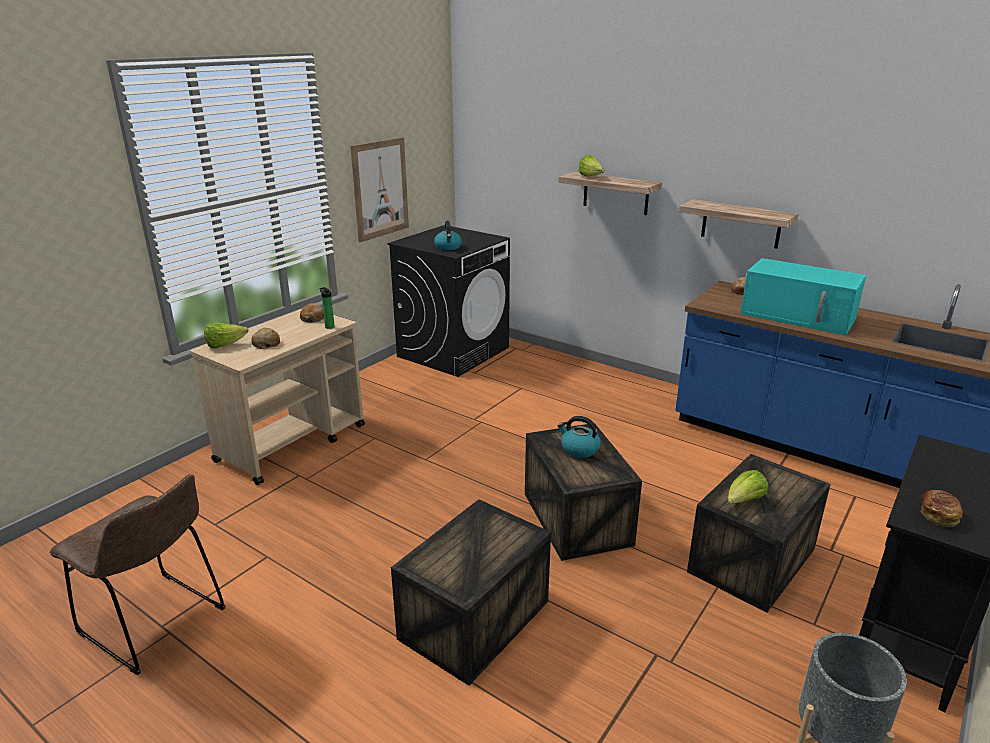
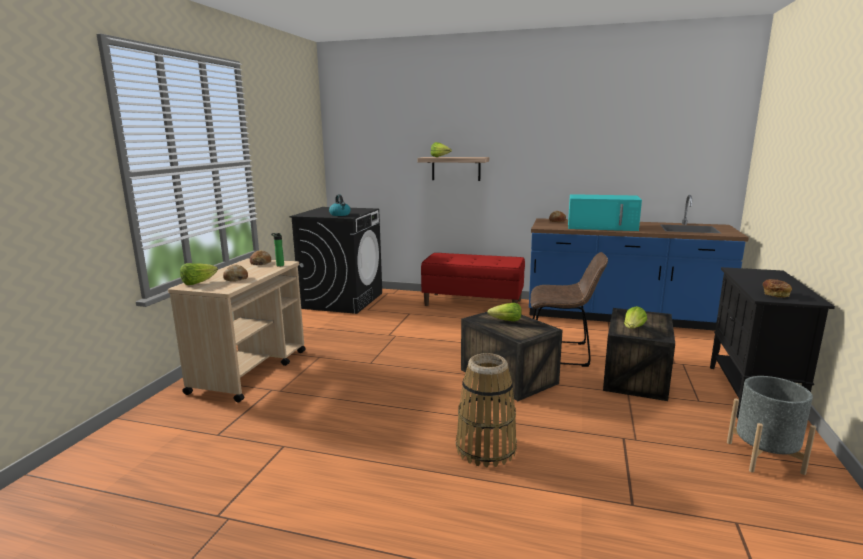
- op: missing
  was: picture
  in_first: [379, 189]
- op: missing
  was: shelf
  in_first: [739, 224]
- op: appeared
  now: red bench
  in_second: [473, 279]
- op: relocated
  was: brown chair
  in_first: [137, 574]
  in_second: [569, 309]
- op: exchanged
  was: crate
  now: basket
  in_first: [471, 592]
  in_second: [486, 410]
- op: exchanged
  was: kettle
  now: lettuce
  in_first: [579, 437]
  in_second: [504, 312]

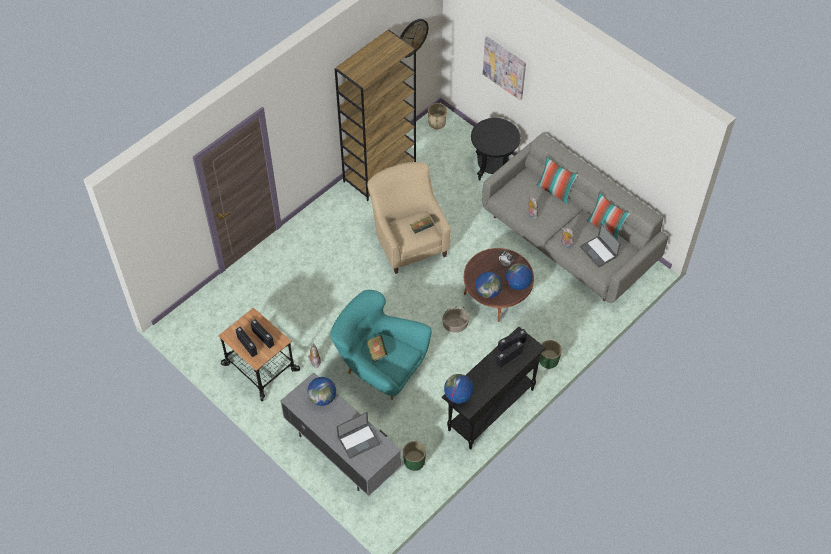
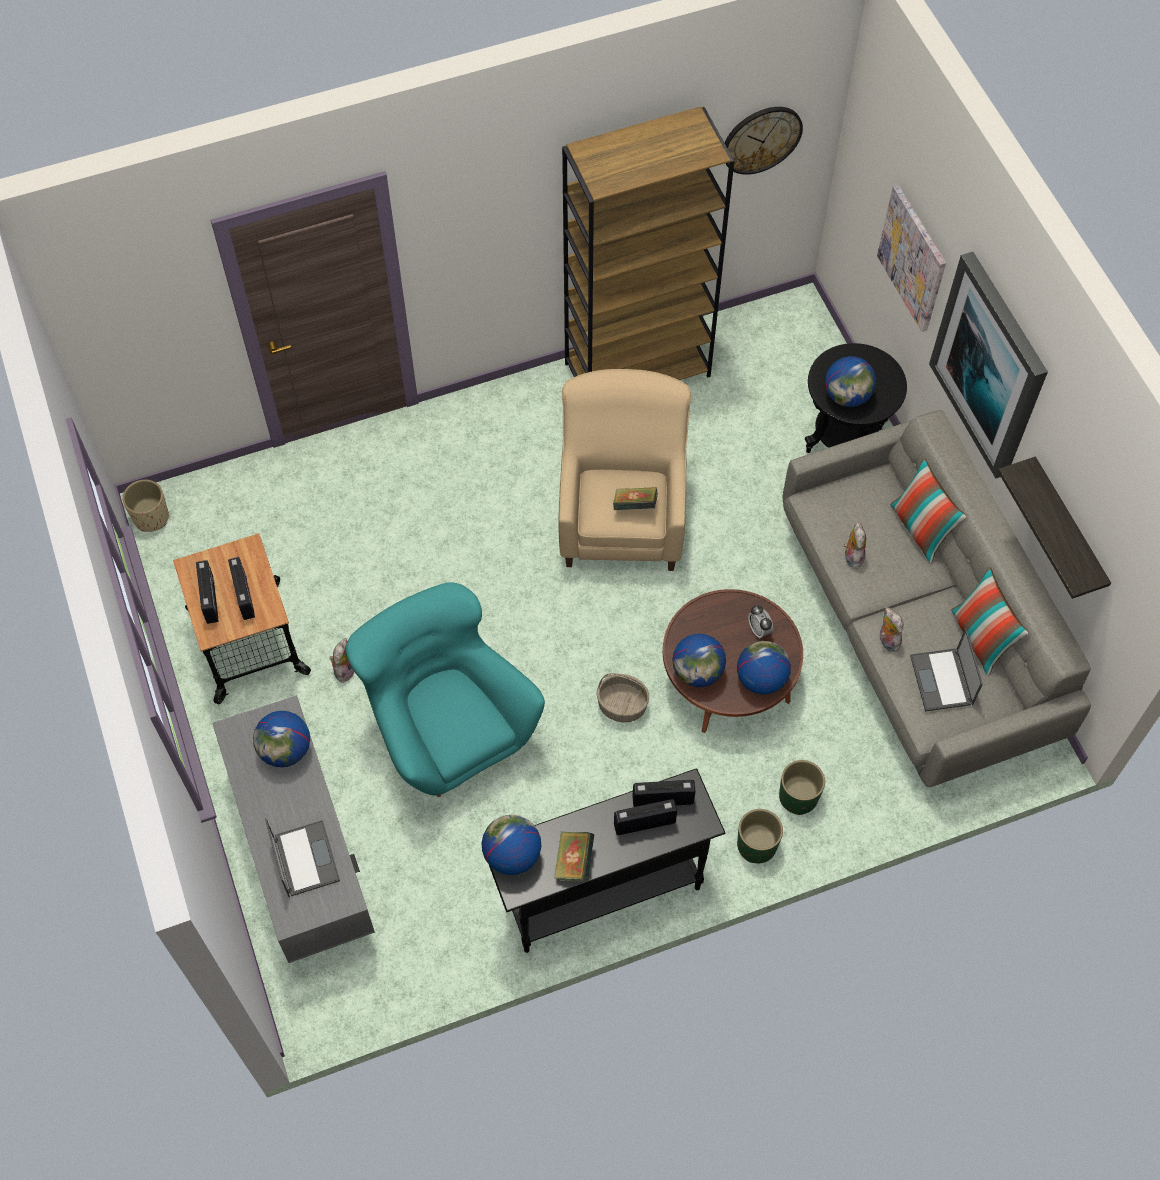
- op: appeared
  now: globe
  in_second: [850, 381]
- op: appeared
  now: picture
  in_second: [988, 365]
- op: appeared
  now: shelf
  in_second: [1054, 528]
- op: relocated
  was: book
  in_first: [377, 348]
  in_second: [574, 857]
- op: relocated
  was: green planter
  in_first: [414, 456]
  in_second: [802, 787]
- op: relocated
  was: beige planter
  in_first: [437, 116]
  in_second: [146, 506]
- op: spun
  was: laptop
  in_first: [358, 435]
  in_second: [302, 857]
  clockwise: -105

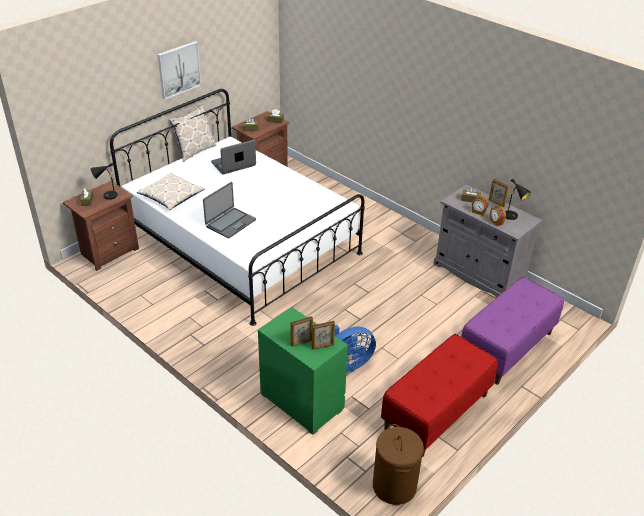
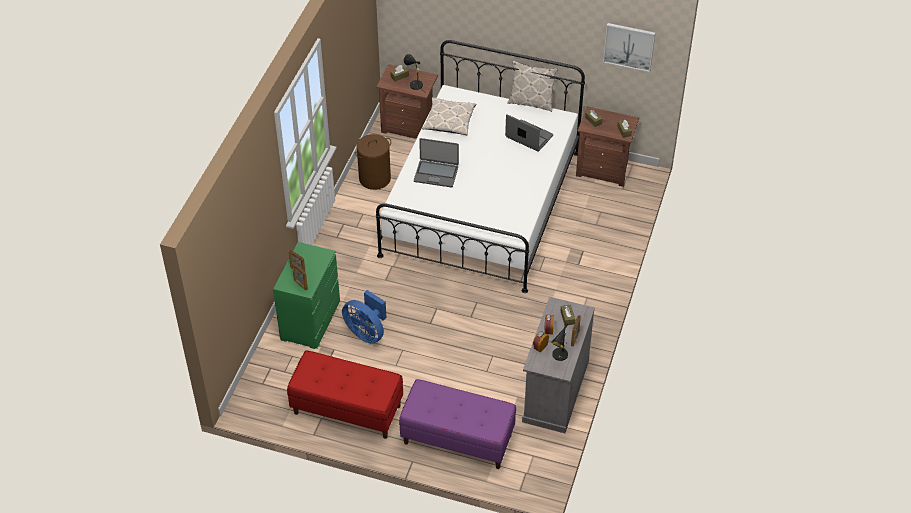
- op: relocated
  was: picture
  in_first: [179, 70]
  in_second: [629, 47]
- op: relocated
  was: brown laundry basket
  in_first: [398, 464]
  in_second: [372, 162]

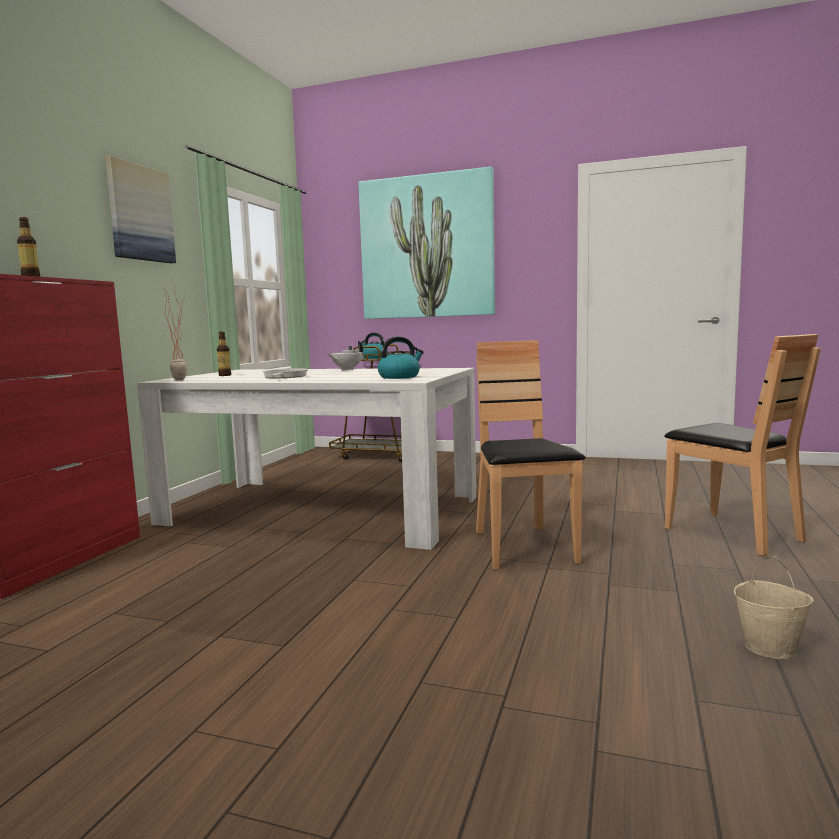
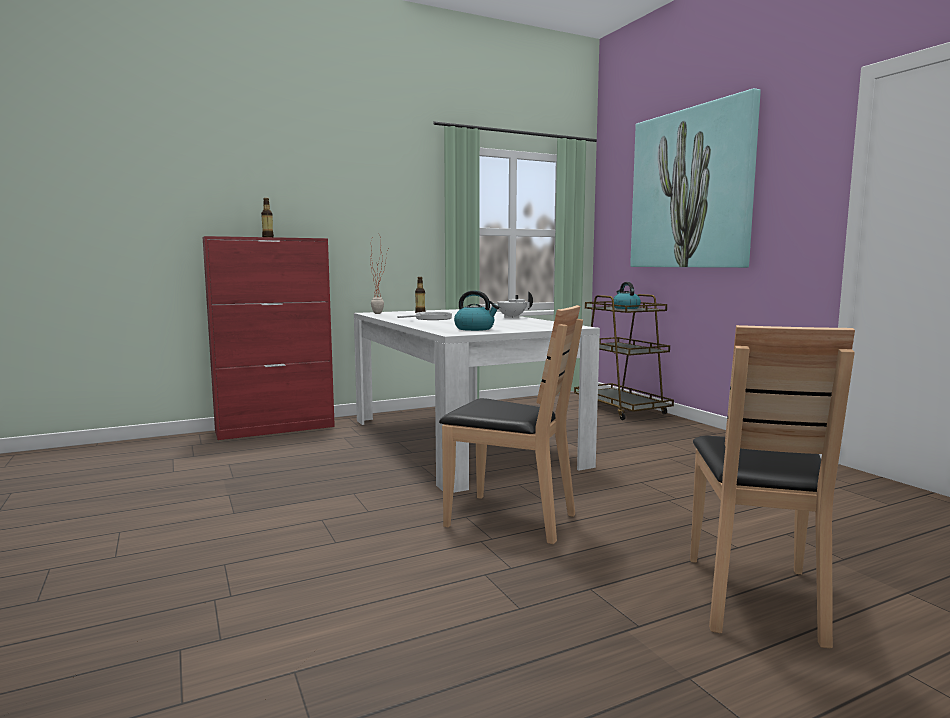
- op: missing
  was: picture
  in_first: [140, 209]
- op: missing
  was: beige bucket
  in_first: [774, 607]
- op: spun
  was: brown chair
  in_first: [530, 455]
  in_second: [511, 424]
  clockwise: 75

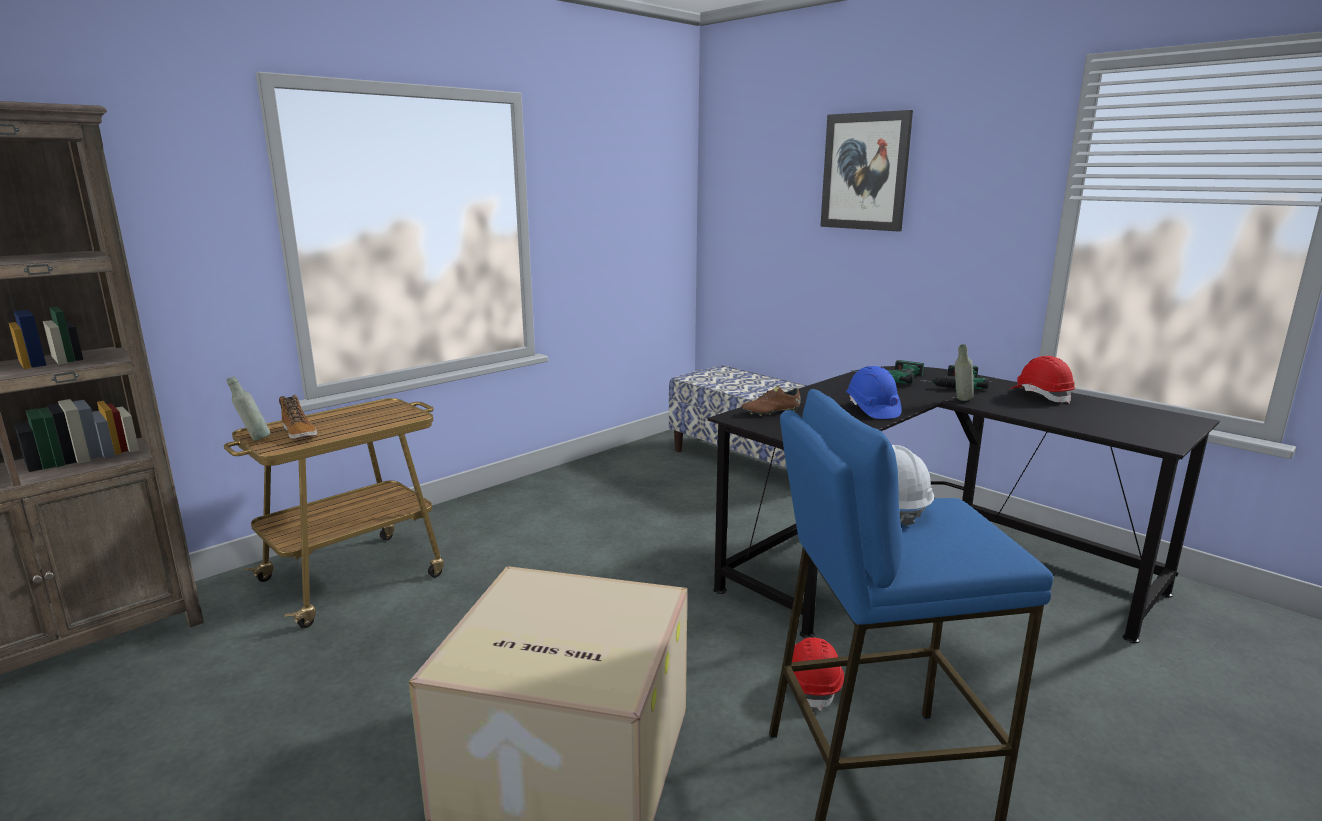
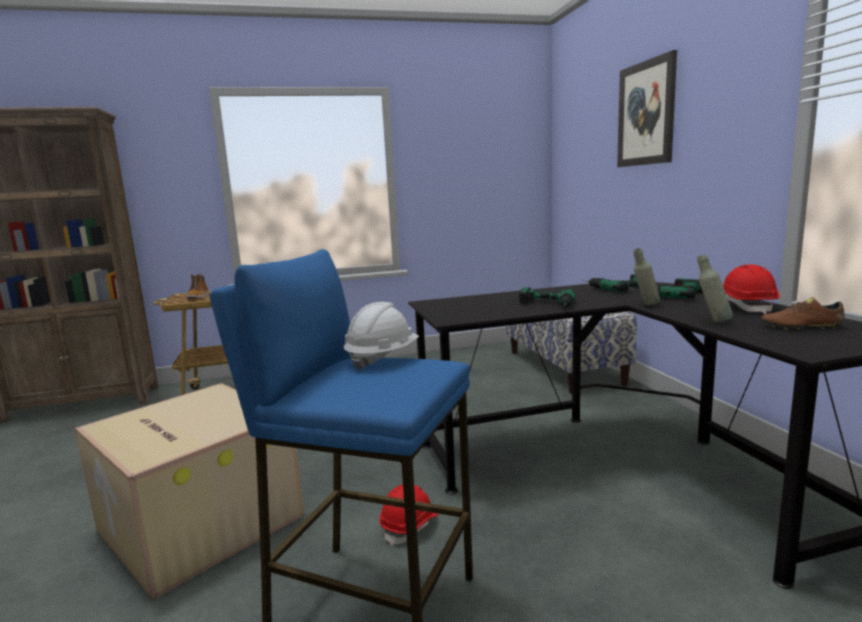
- op: relocated
  was: grey bottle
  in_first: [248, 408]
  in_second: [715, 288]
- op: relocated
  was: brown shoe
  in_first: [771, 401]
  in_second: [803, 314]
- op: exchanged
  was: blue hard hat
  now: power drill
  in_first: [873, 392]
  in_second: [547, 297]

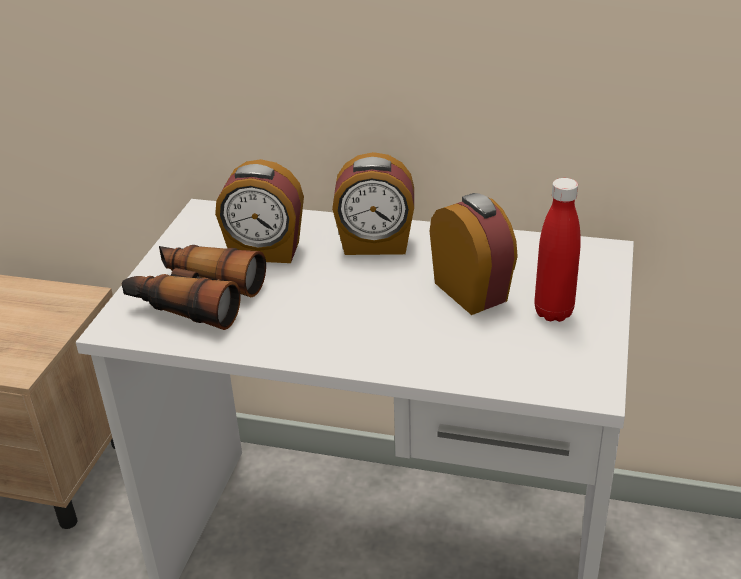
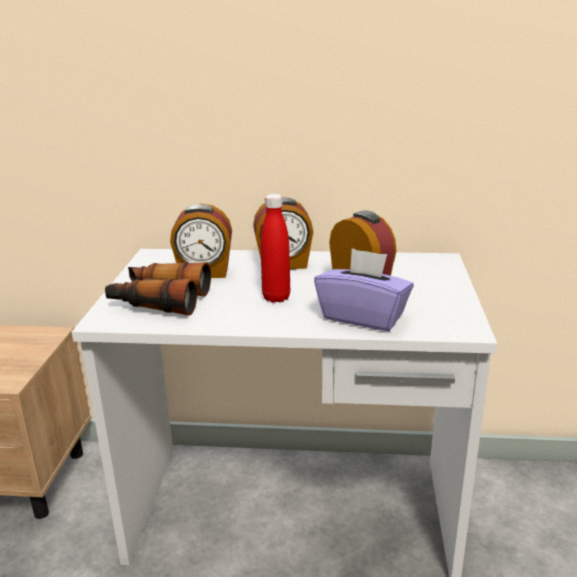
- op: appeared
  now: purple tissue box
  in_second: [364, 289]
- op: relocated
  was: red bottle
  in_first: [557, 250]
  in_second: [275, 248]

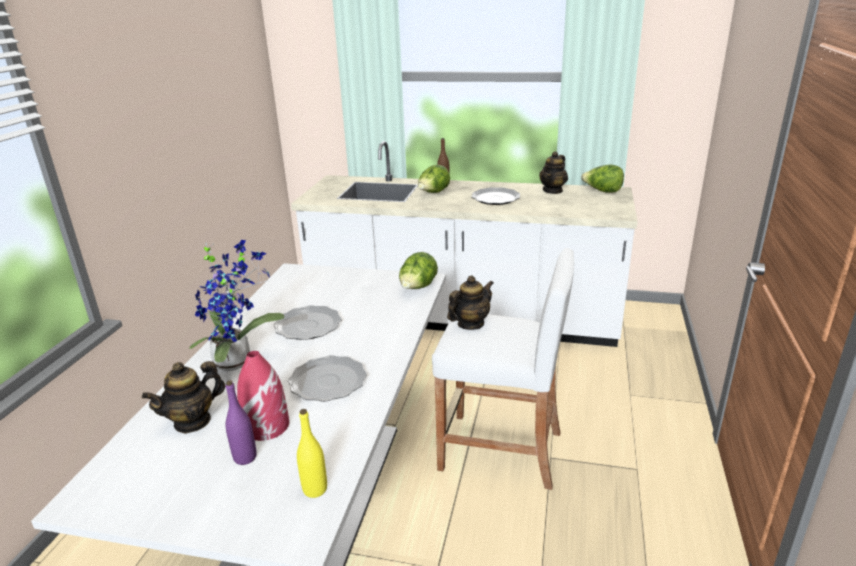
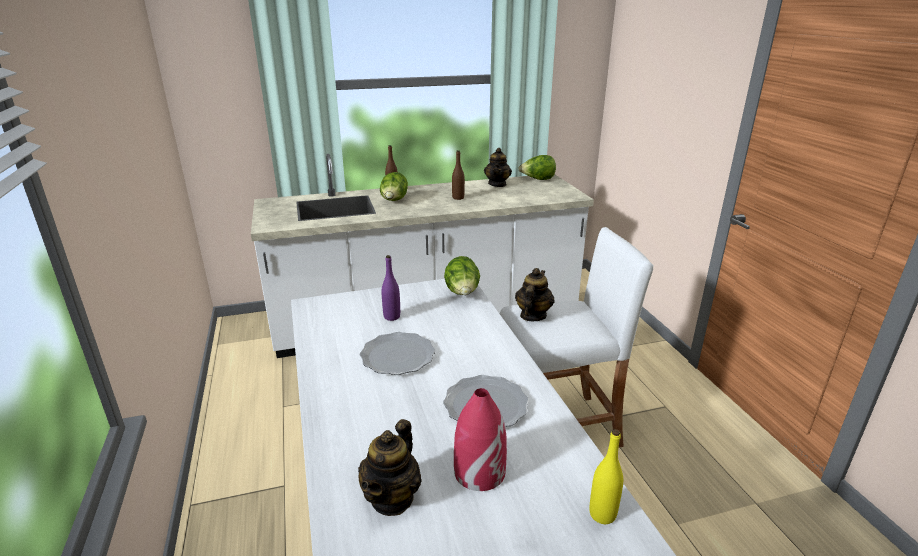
- op: missing
  was: potted plant
  in_first: [236, 305]
- op: relocated
  was: purple bottle
  in_first: [241, 423]
  in_second: [391, 288]
- op: exchanged
  was: plate
  now: brown bottle
  in_first: [495, 196]
  in_second: [458, 175]

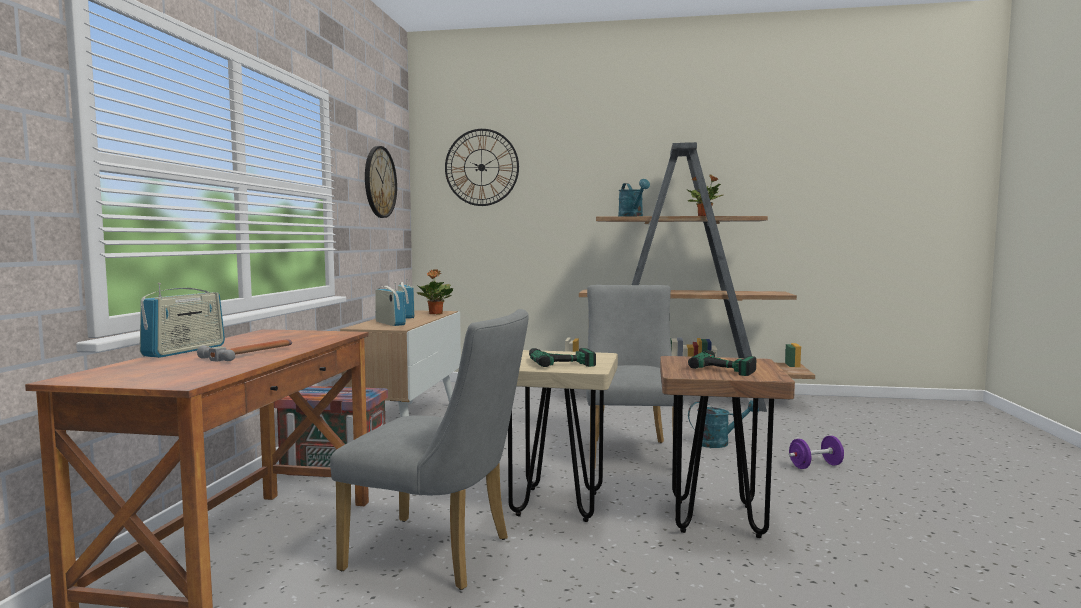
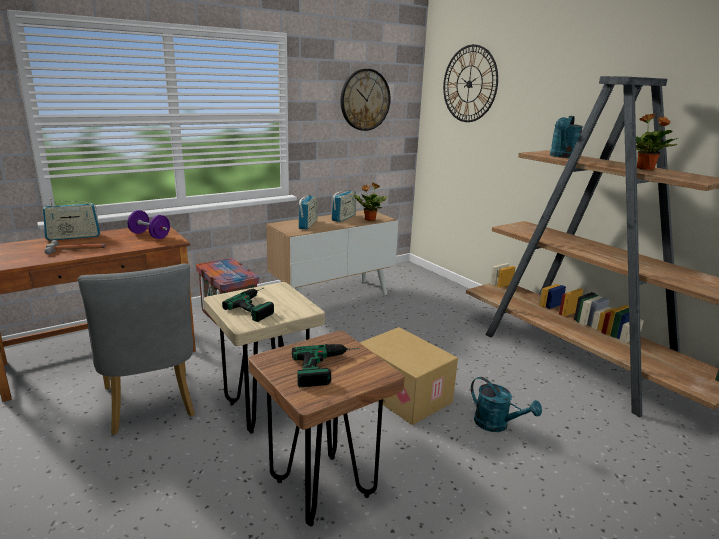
- op: relocated
  was: purple dumbbell
  in_first: [816, 452]
  in_second: [148, 224]
- op: exchanged
  was: grey chair
  now: cardboard box
  in_first: [635, 375]
  in_second: [408, 376]

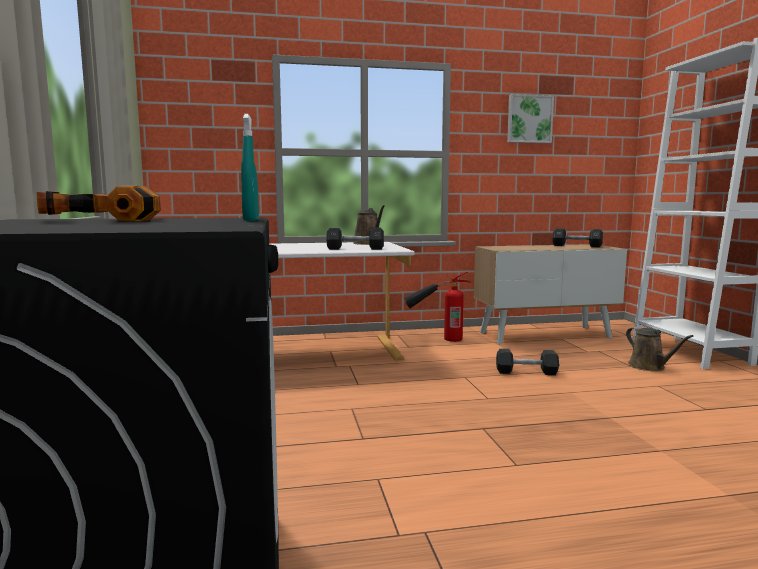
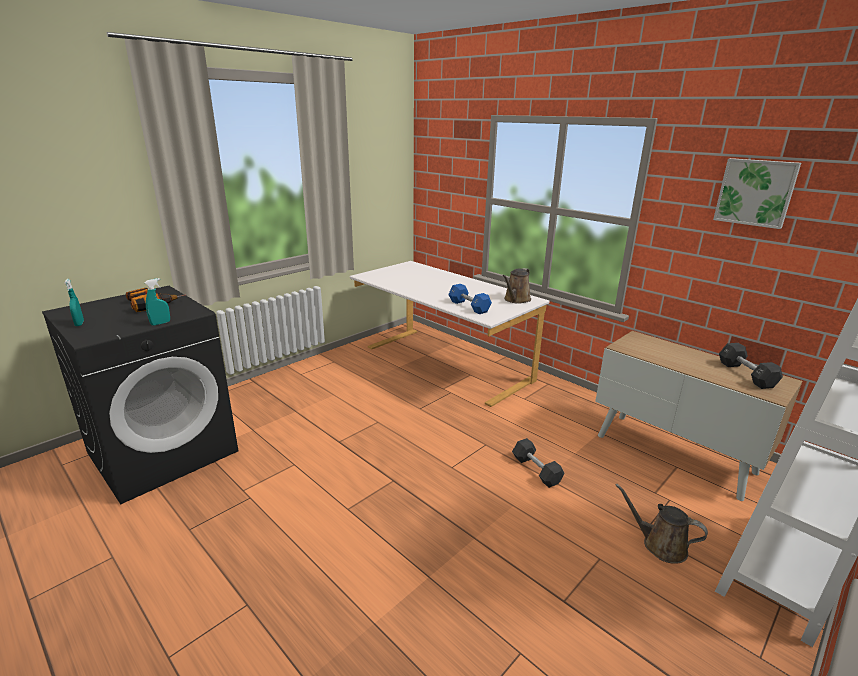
- op: missing
  was: fire extinguisher
  in_first: [437, 307]
- op: appeared
  now: turquoise spray bottle
  in_second: [74, 302]
- op: colour
  was: black dumbbell
  now: blue dumbbell
  in_first: [355, 239]
  in_second: [470, 299]
- op: spun
  was: brown watering can
  in_first: [660, 349]
  in_second: [661, 524]
  clockwise: 90

